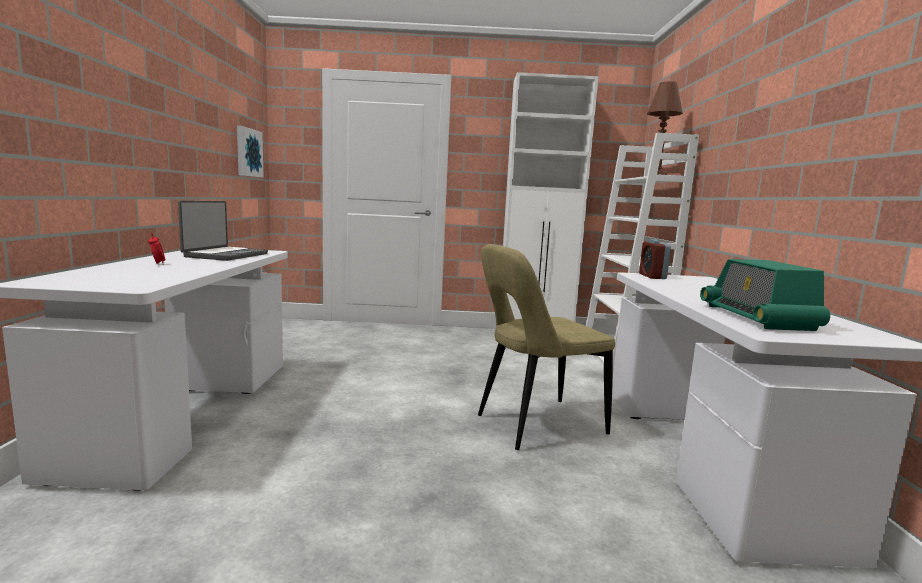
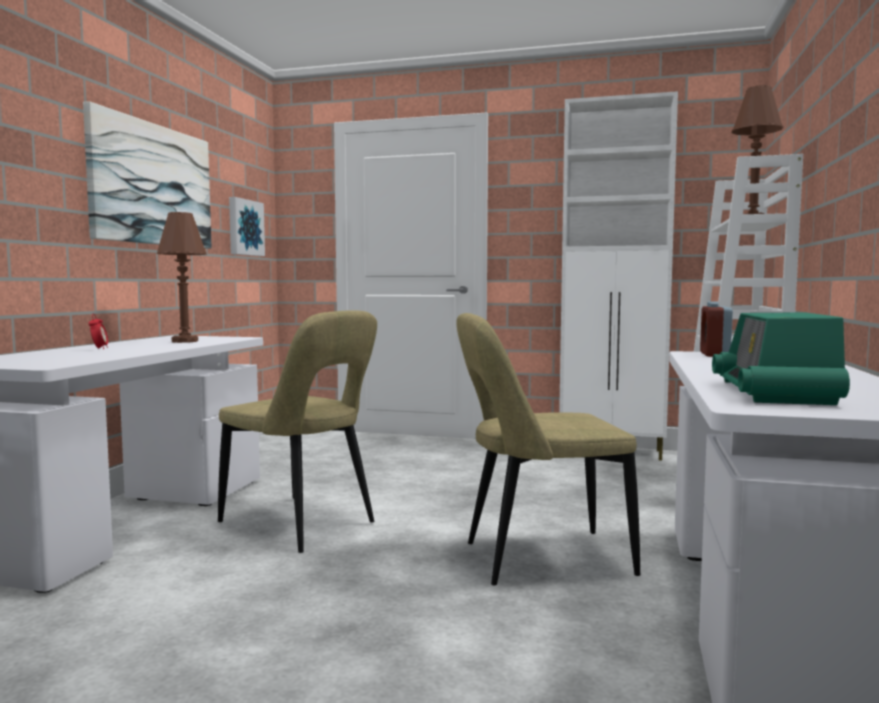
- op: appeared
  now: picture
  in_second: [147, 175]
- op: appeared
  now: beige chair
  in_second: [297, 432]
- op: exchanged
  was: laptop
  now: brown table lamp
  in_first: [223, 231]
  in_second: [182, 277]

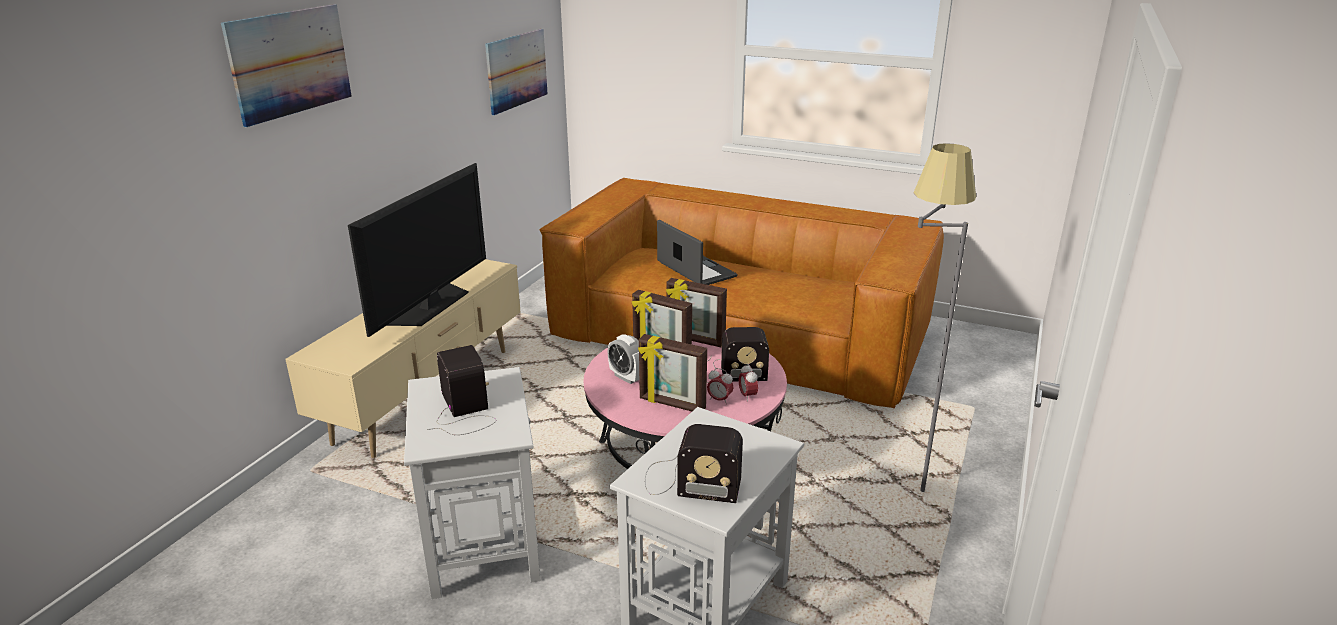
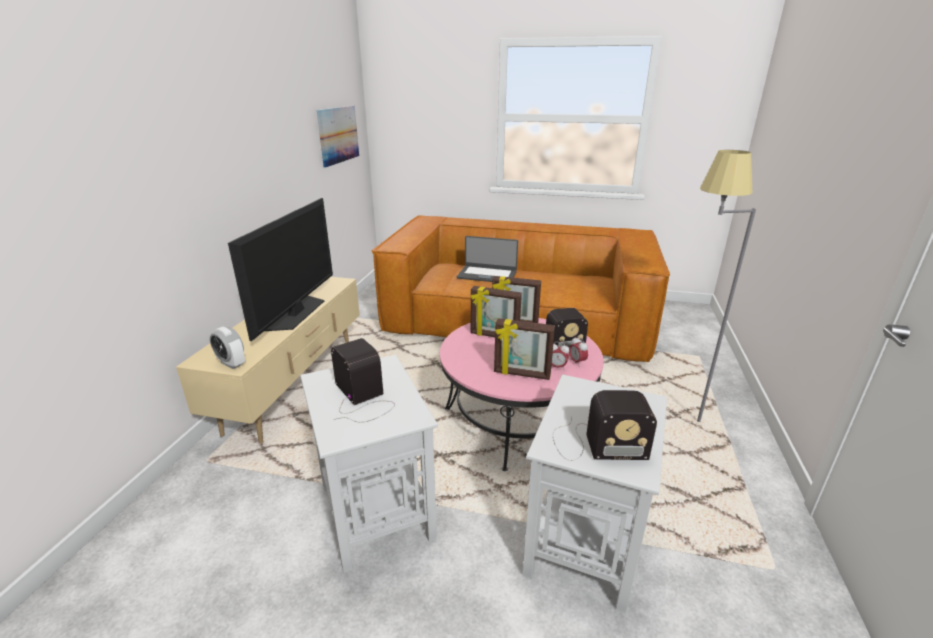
- op: missing
  was: picture
  in_first: [286, 65]
- op: relocated
  was: alarm clock
  in_first: [623, 359]
  in_second: [227, 348]
- op: spun
  was: laptop
  in_first: [697, 252]
  in_second: [487, 259]
  clockwise: 150

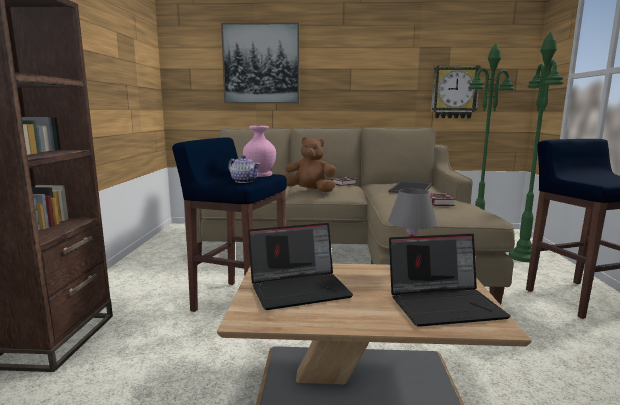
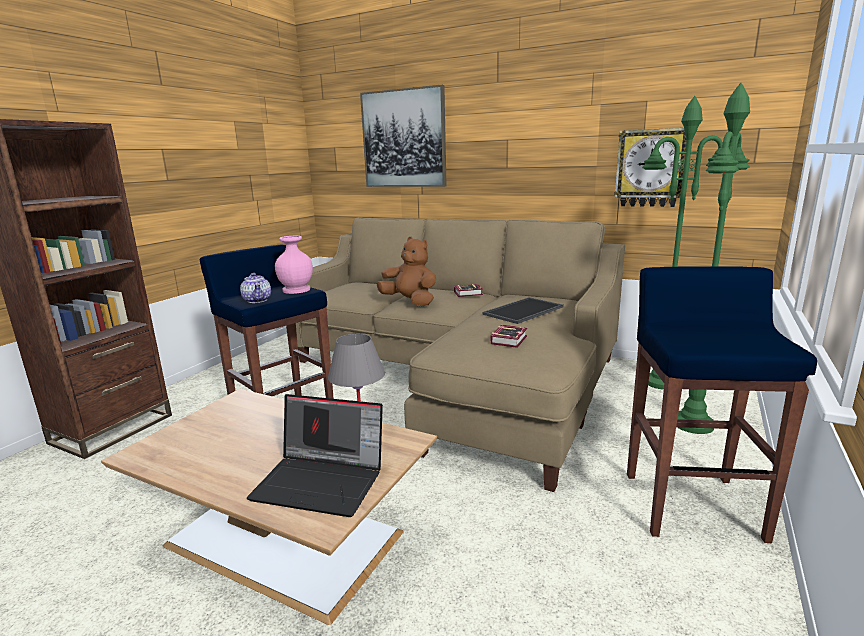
- op: missing
  was: laptop
  in_first: [300, 266]

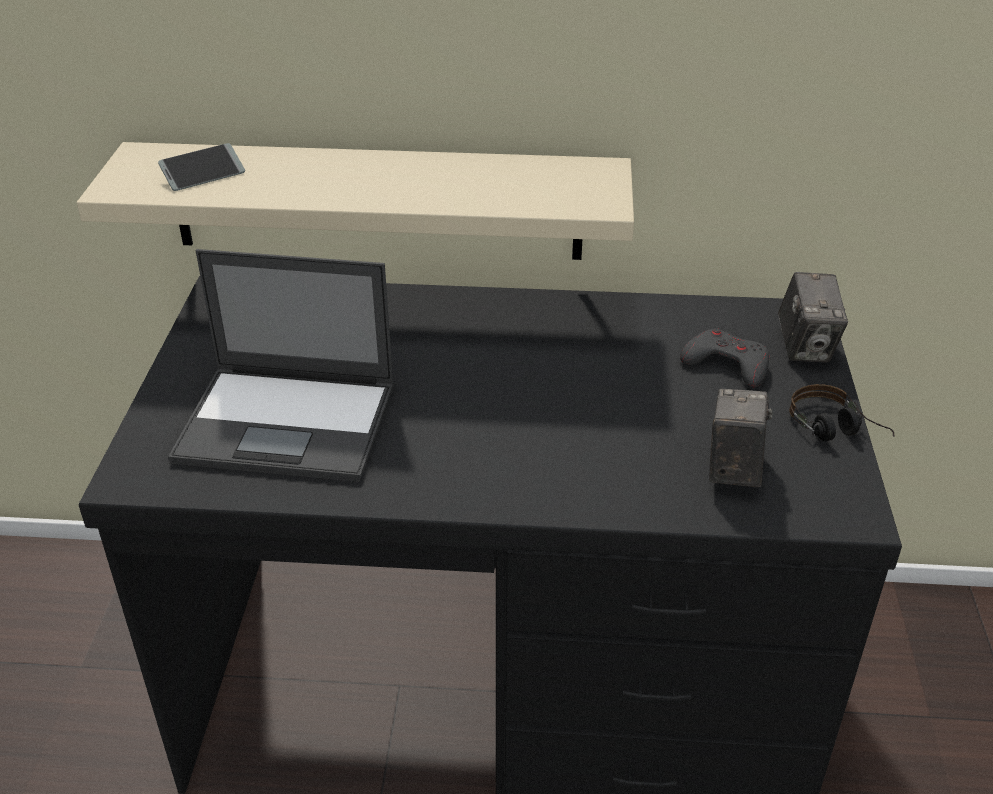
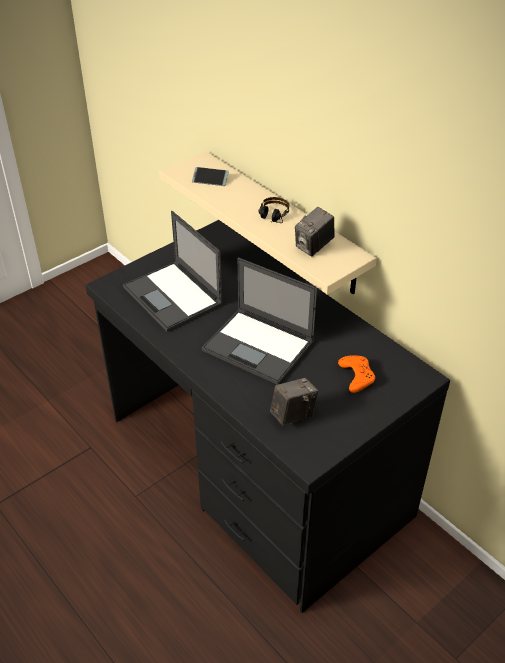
- op: appeared
  now: laptop
  in_second: [259, 321]
- op: relocated
  was: photo camera
  in_first: [813, 317]
  in_second: [315, 232]
- op: relocated
  was: headphones
  in_first: [842, 412]
  in_second: [274, 210]
- op: colour
  was: grey game controller
  now: orange game controller
  in_first: [724, 357]
  in_second: [356, 374]

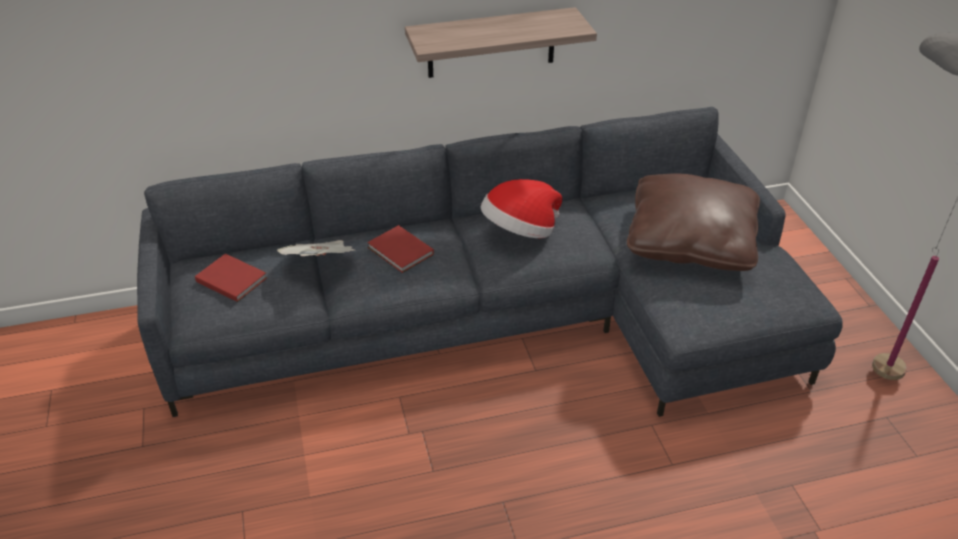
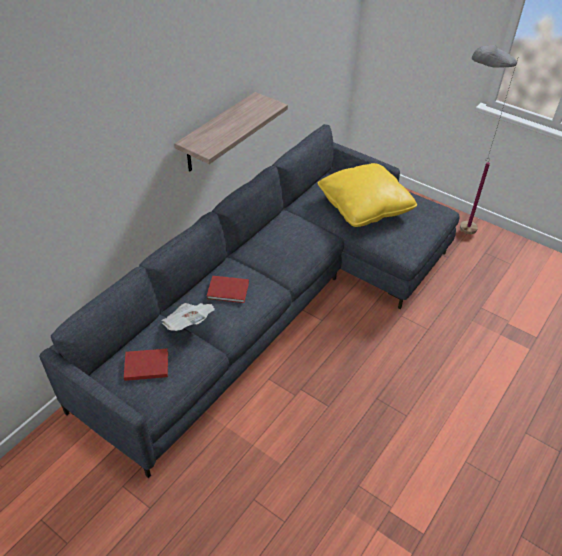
- op: missing
  was: hat
  in_first: [521, 208]
- op: colour
  was: brown pillow
  now: yellow pillow
  in_first: [693, 222]
  in_second: [367, 195]

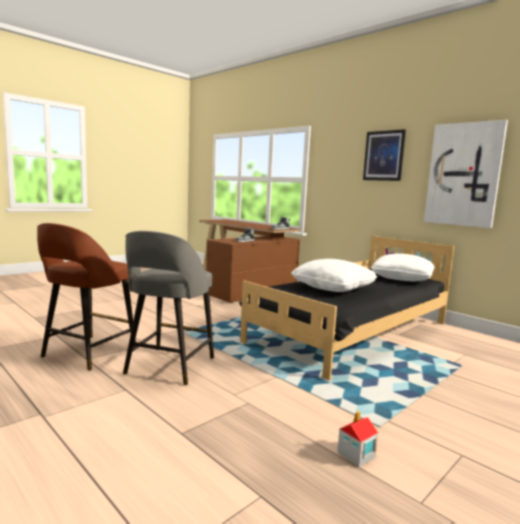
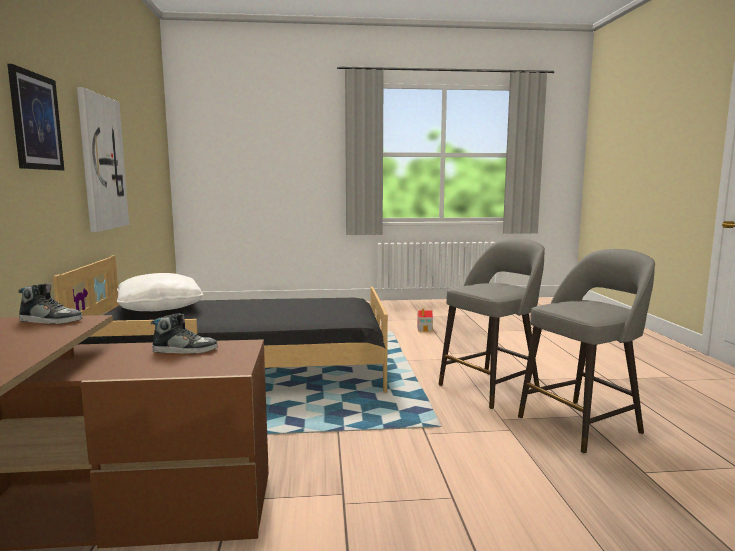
- op: missing
  was: white pillow
  in_first: [334, 275]
- op: colour
  was: brown stool
  now: grey stool
  in_first: [86, 297]
  in_second: [586, 351]

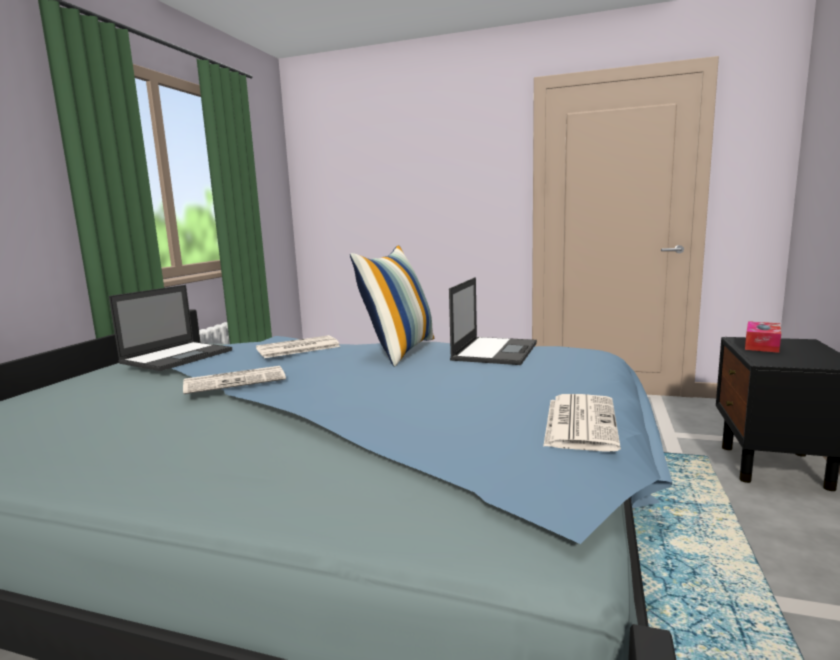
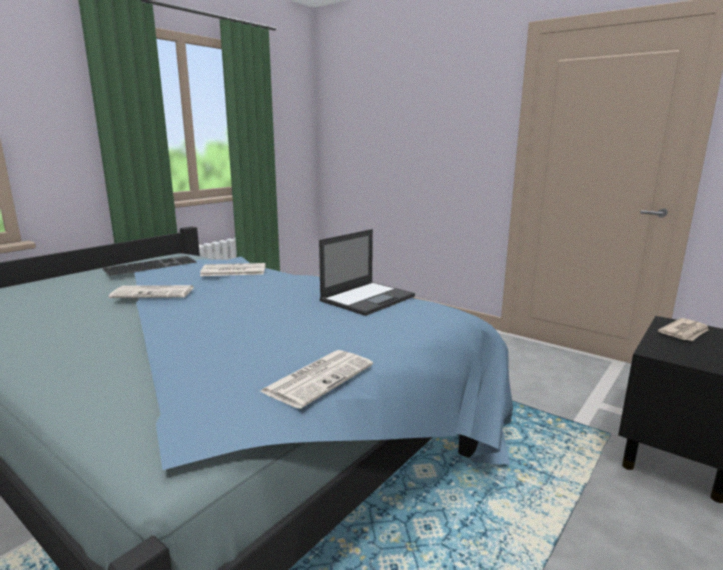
- op: missing
  was: pillow
  in_first: [392, 306]
- op: exchanged
  was: laptop
  now: keyboard
  in_first: [170, 328]
  in_second: [149, 266]
- op: exchanged
  was: tissue box
  now: newspaper
  in_first: [763, 337]
  in_second: [683, 329]

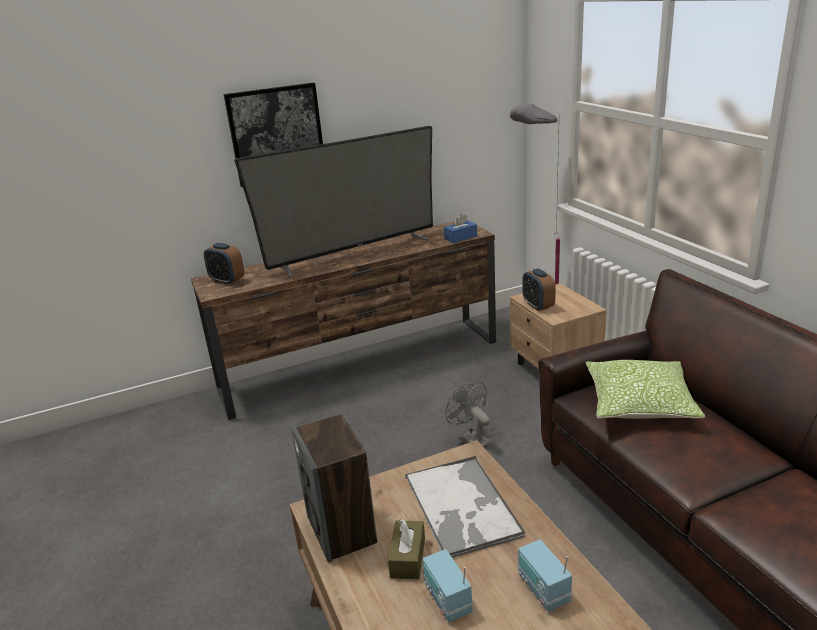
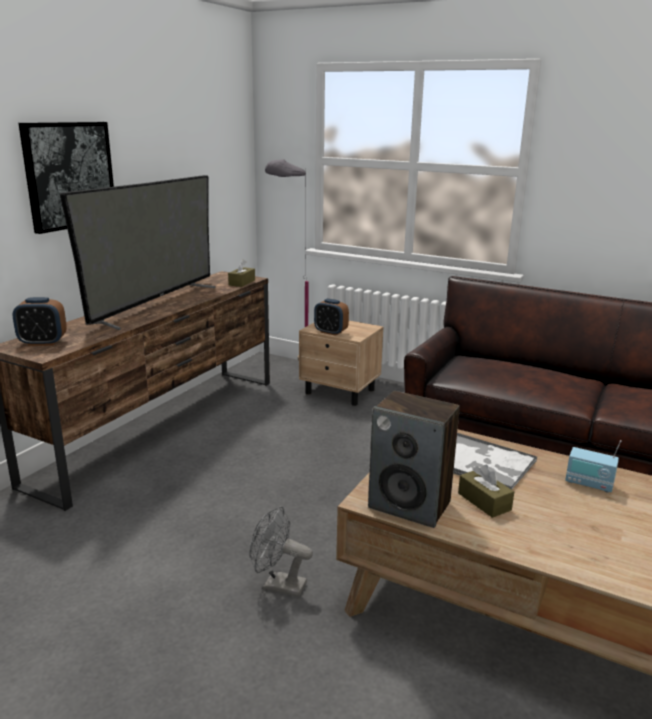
- op: missing
  was: radio
  in_first: [448, 585]
- op: missing
  was: pillow
  in_first: [645, 389]
- op: relocated
  was: grey fan
  in_first: [468, 414]
  in_second: [281, 551]
- op: colour
  was: blue tissue box
  now: brown tissue box
  in_first: [460, 228]
  in_second: [241, 273]

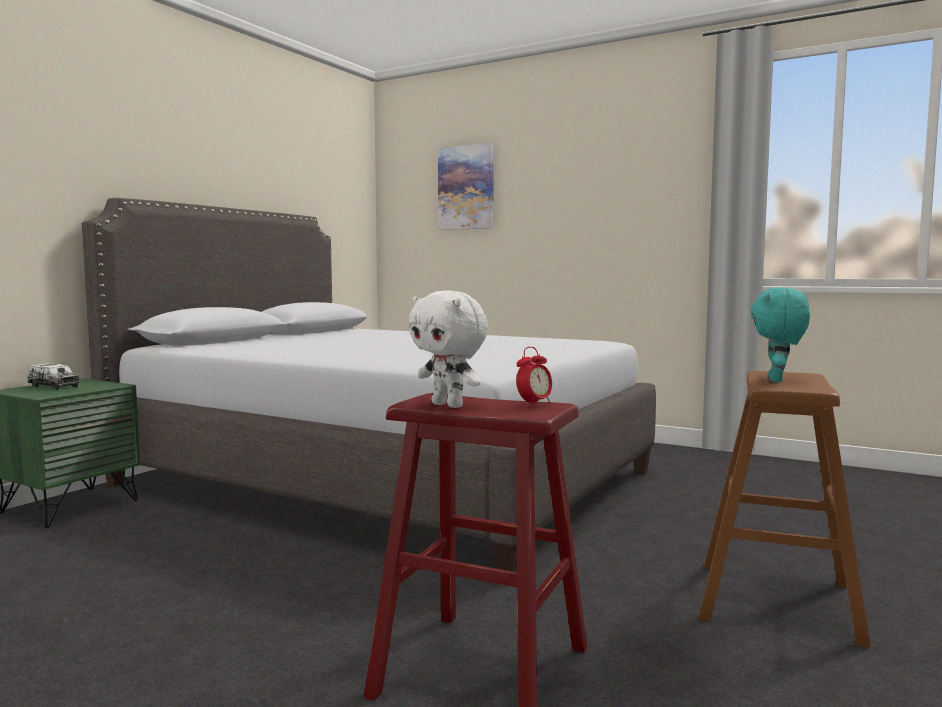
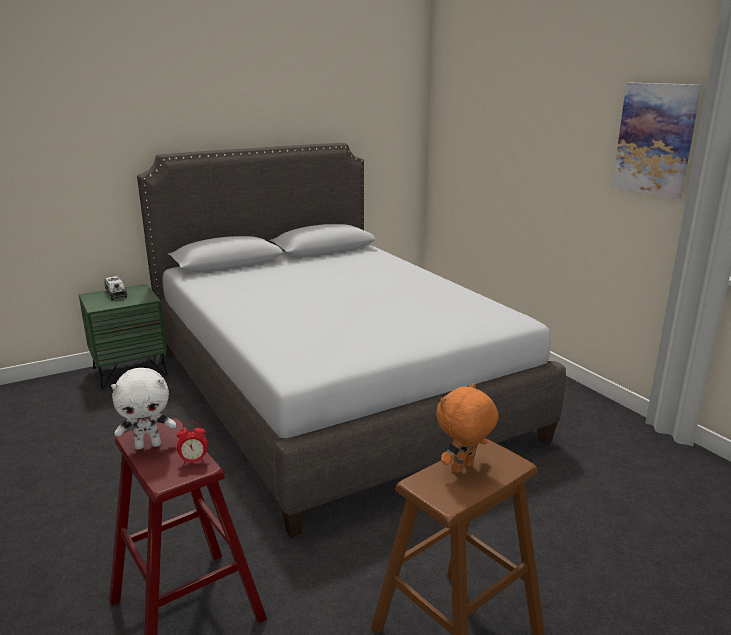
- op: relocated
  was: picture
  in_first: [466, 186]
  in_second: [657, 141]
- op: colour
  was: turquoise plush toy
  now: orange plush toy
  in_first: [780, 334]
  in_second: [467, 428]
- op: spun
  was: white plush toy
  in_first: [448, 349]
  in_second: [143, 409]
  clockwise: -90

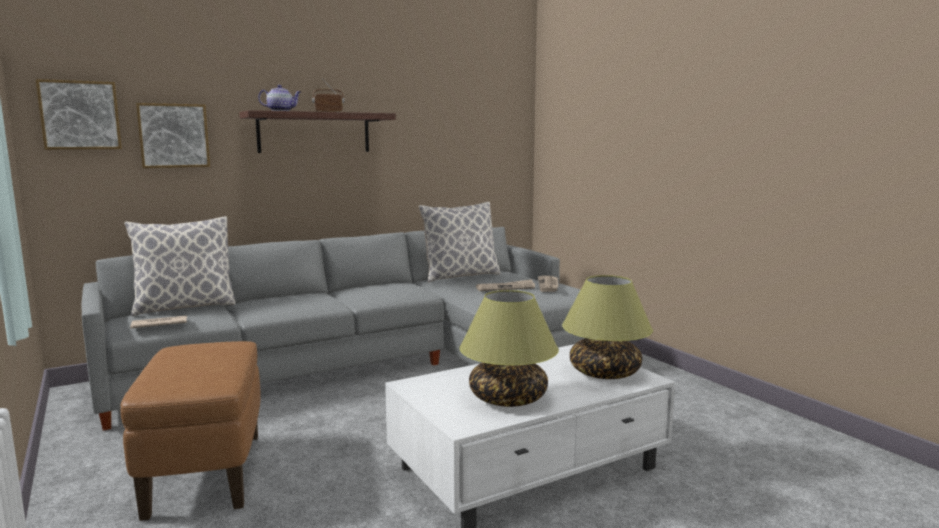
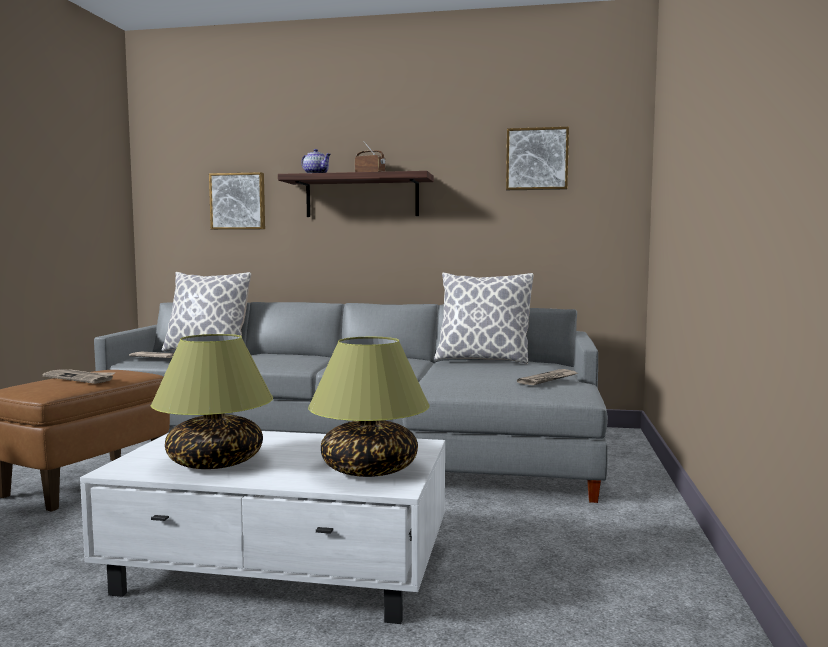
- op: relocated
  was: picture
  in_first: [79, 114]
  in_second: [537, 158]
- op: relocated
  was: newspaper
  in_first: [505, 285]
  in_second: [79, 376]

